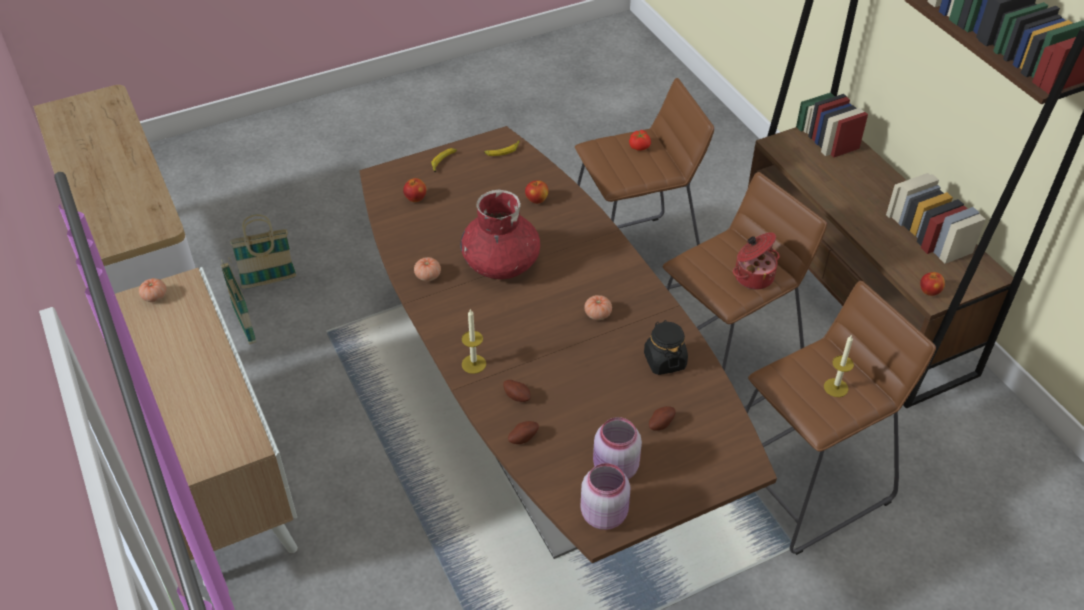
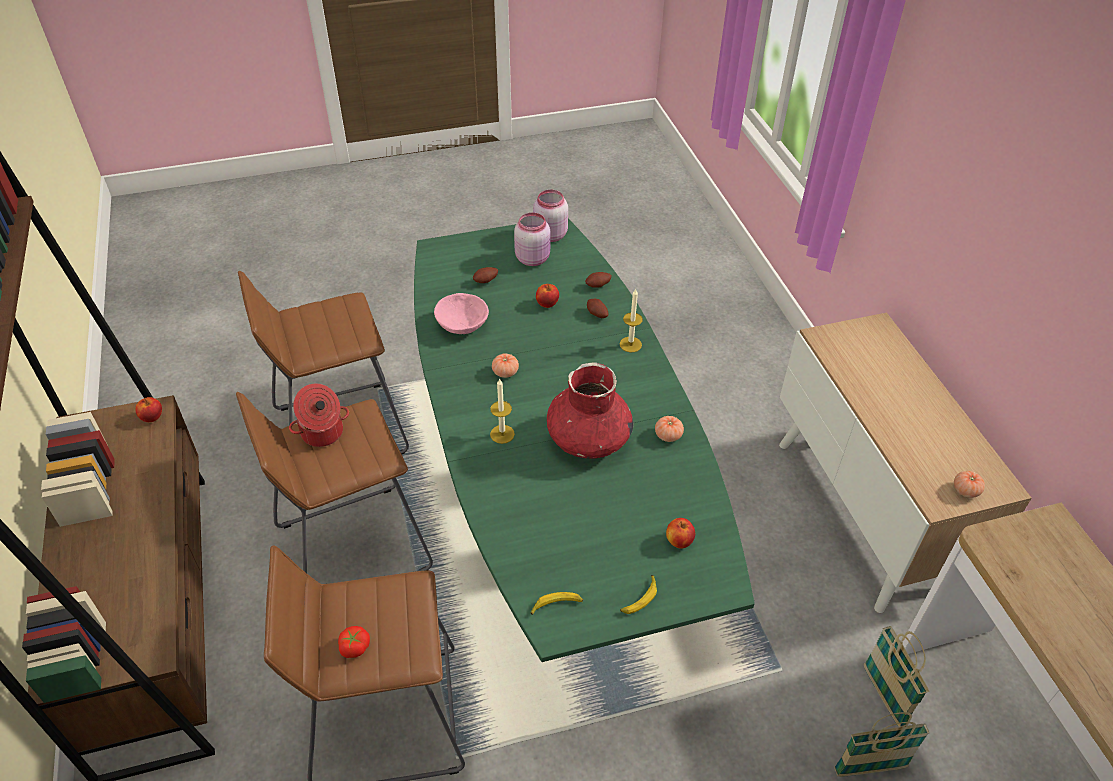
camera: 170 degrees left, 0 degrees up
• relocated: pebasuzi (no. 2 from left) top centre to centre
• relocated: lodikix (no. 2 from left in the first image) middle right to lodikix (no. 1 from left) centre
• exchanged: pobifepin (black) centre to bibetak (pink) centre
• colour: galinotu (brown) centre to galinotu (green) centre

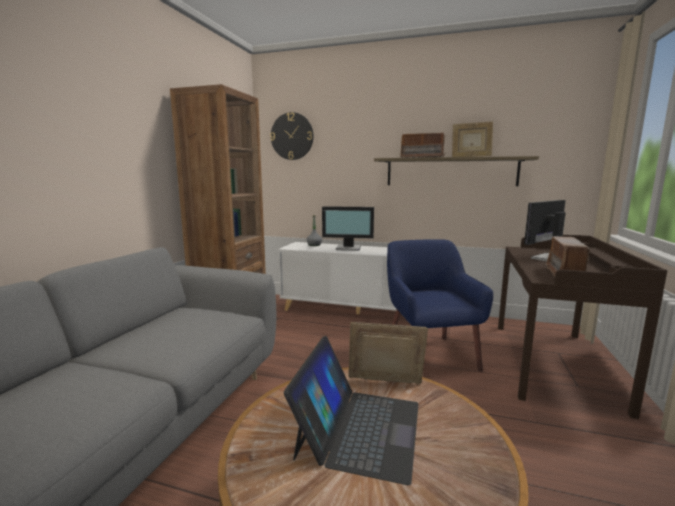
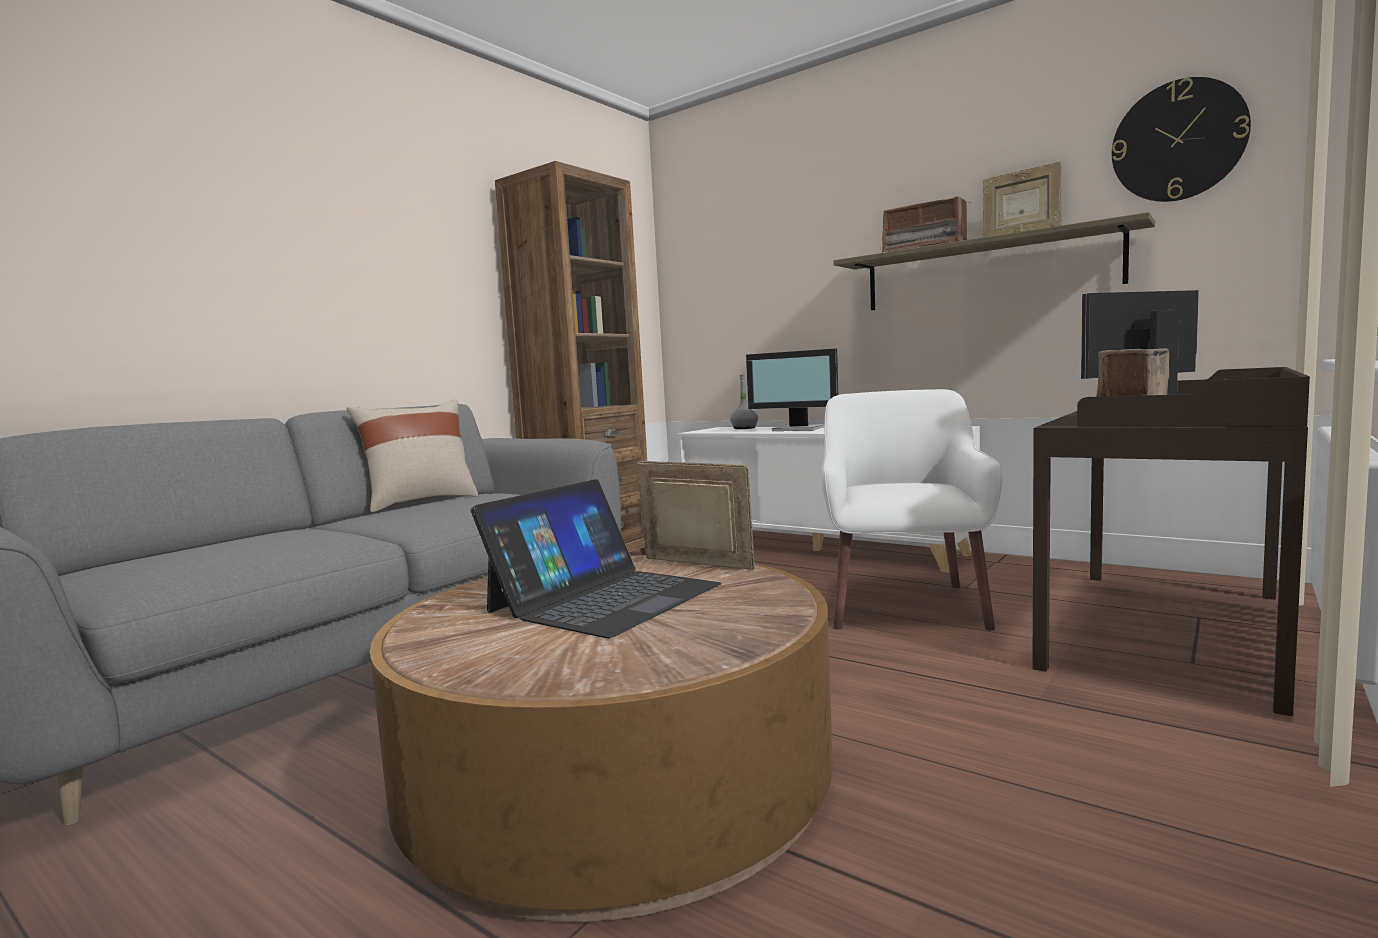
camera: 20 degrees right, 5 degrees down
• appeared: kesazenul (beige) middle left
• relocated: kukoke top centre to top right
• colour: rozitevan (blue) centre to rozitevan (white) centre

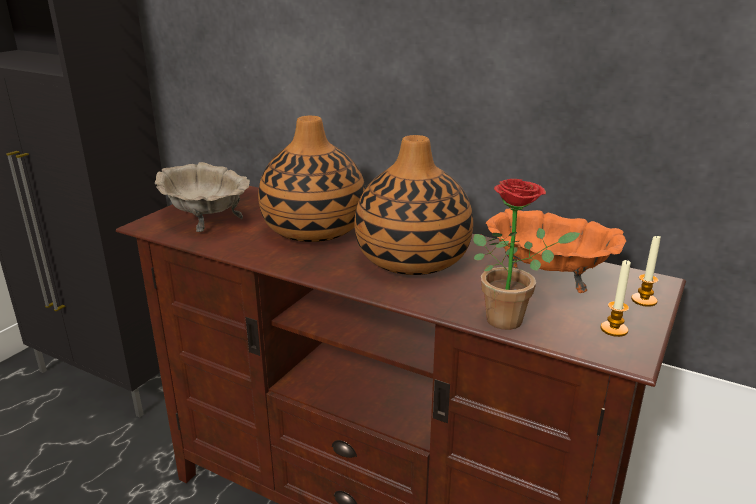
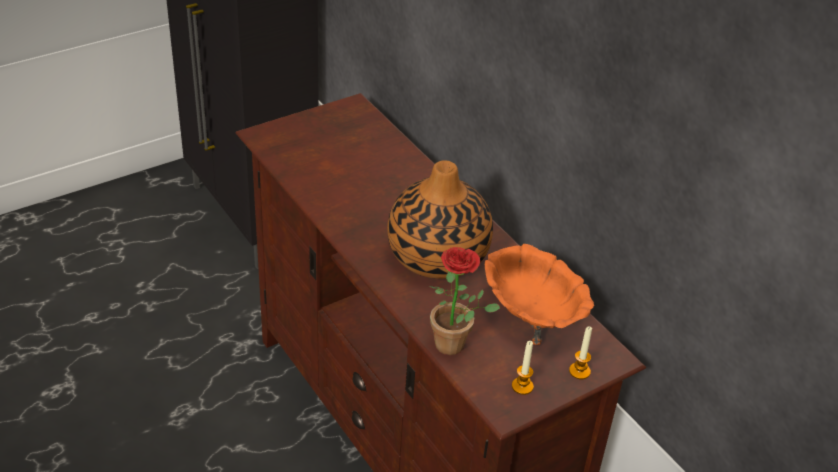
camera: 25 degrees right, 15 degrees up
• missing: bibetak (beige) middle left
• missing: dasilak (no. 1 from left) centre

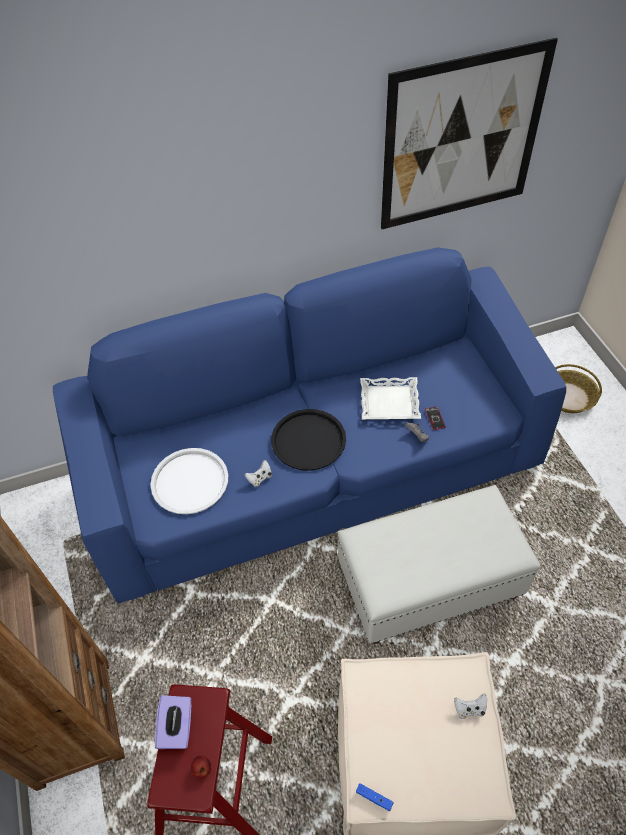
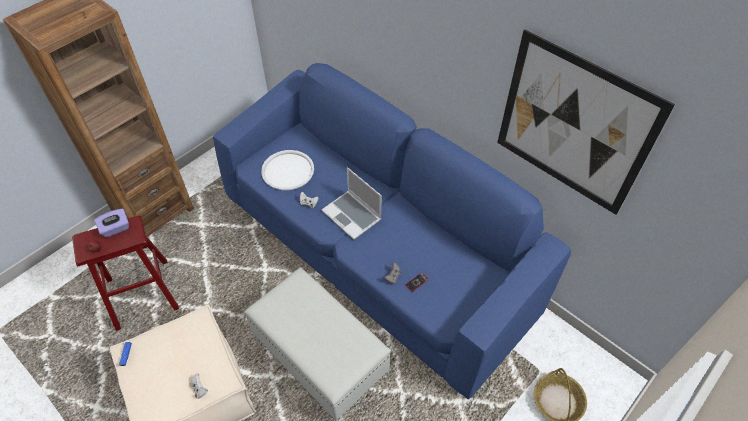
camera: 60 degrees right, 0 degrees up
• missing: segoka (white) (no. 2 from left) centre
• exchanged: segoka (black) centre to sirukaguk centre

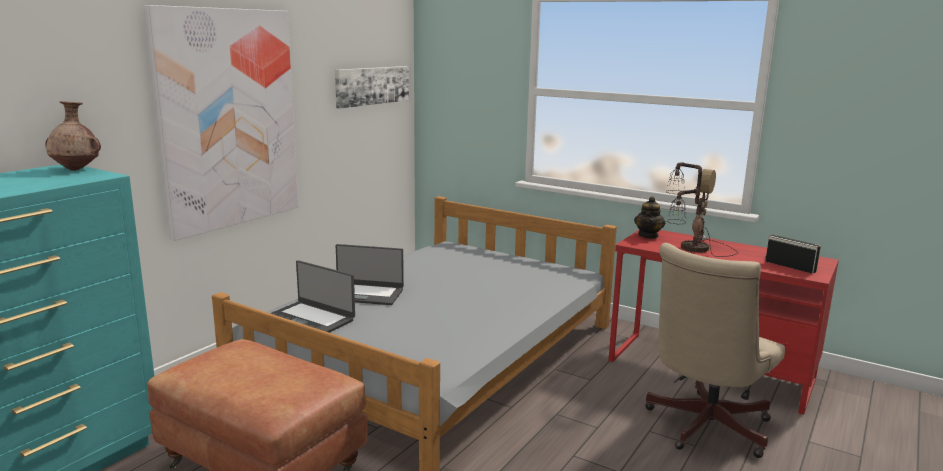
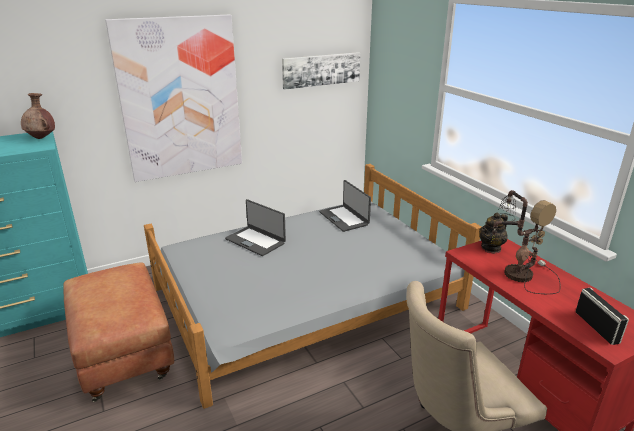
camera: 30 degrees right, 10 degrees up
• relocated: sirukaguk (no. 1 from left in the first image) middle left to sirukaguk (no. 2 from left) centre

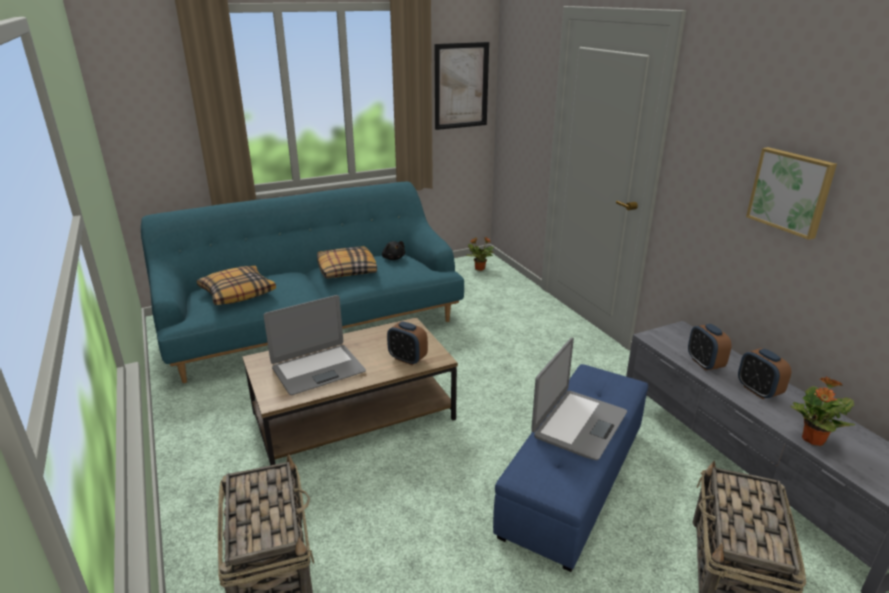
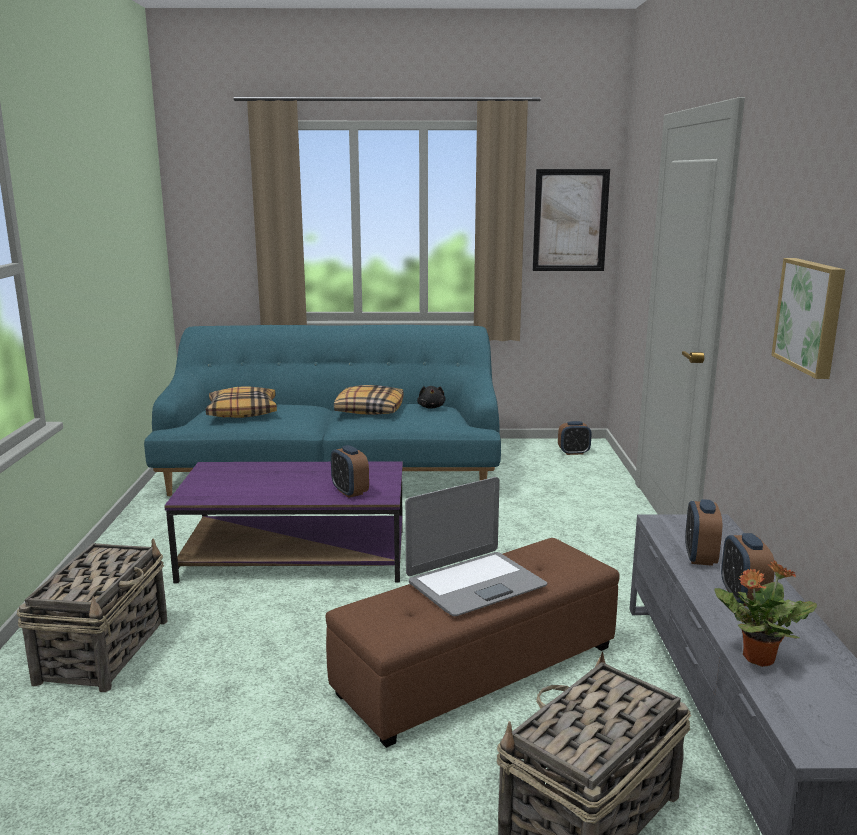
camera: 25 degrees right, 10 degrees down
• missing: sirukaguk (no. 1 from left) centre
• exchanged: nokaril (no. 1 from left) centre to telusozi (no. 2 from left) middle right
• colour: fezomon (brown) centre to fezomon (purple) middle left
• colour: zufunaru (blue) bottom centre to zufunaru (brown) bottom centre

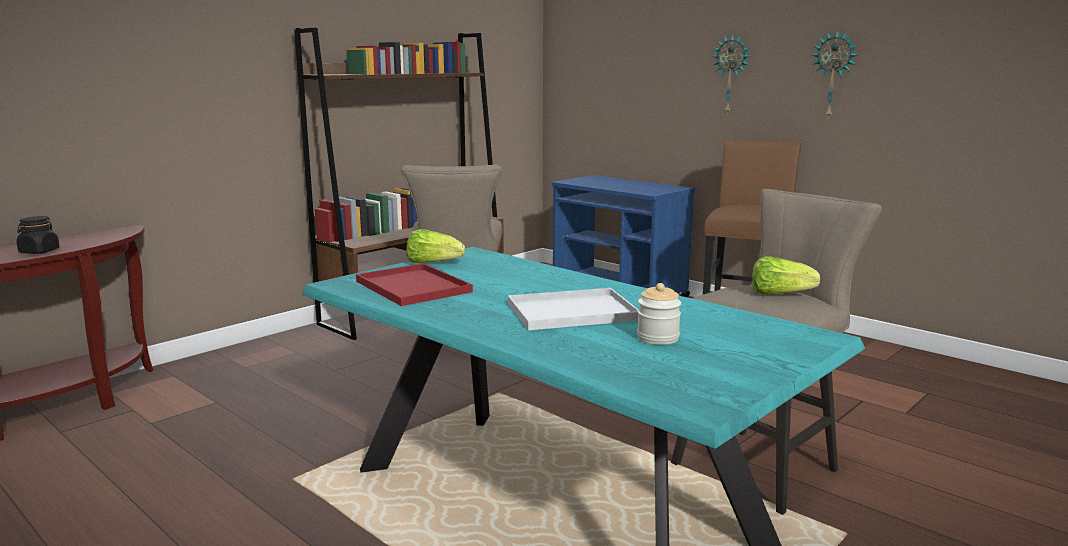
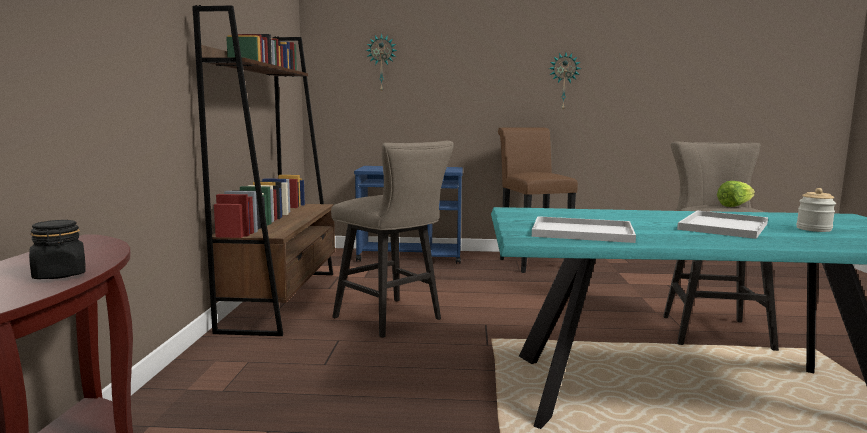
camera: 40 degrees left, 5 degrees down
• missing: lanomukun (no. 1 from left) centre
• relocated: kukoke (no. 1 from left) top right to top centre
• colour: segoka (red) centre to segoka (white) (no. 1 from left) middle right

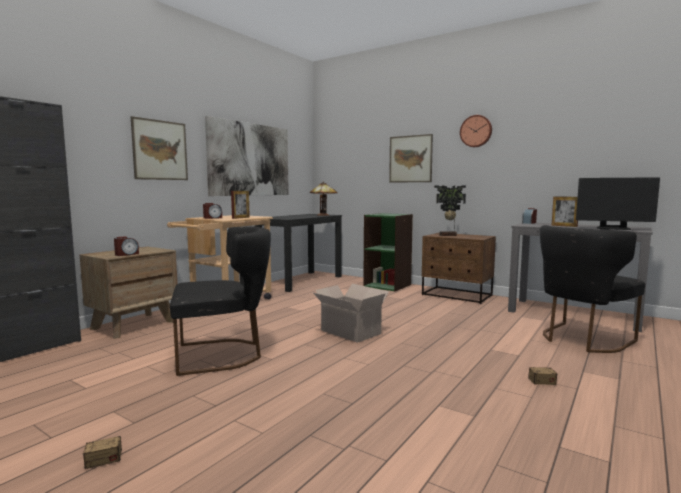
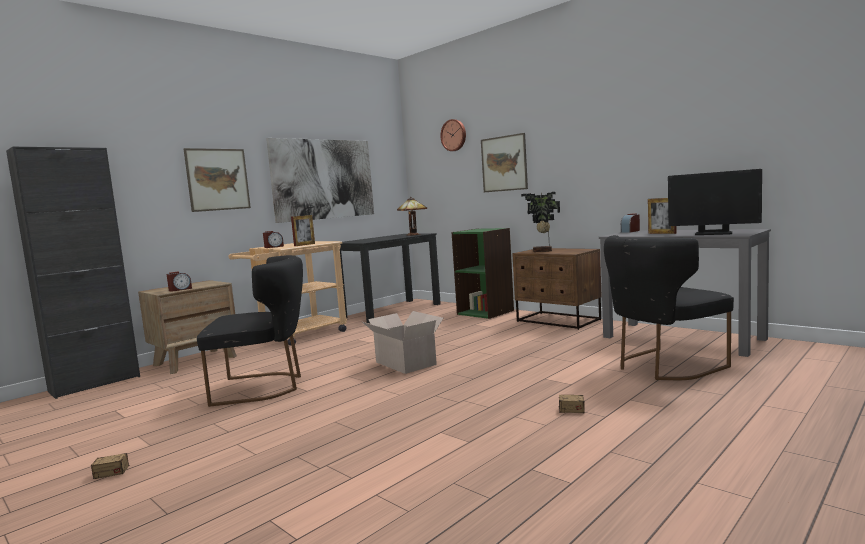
camera: 10 degrees right, 0 degrees up
• relocated: kukoke top right to top centre

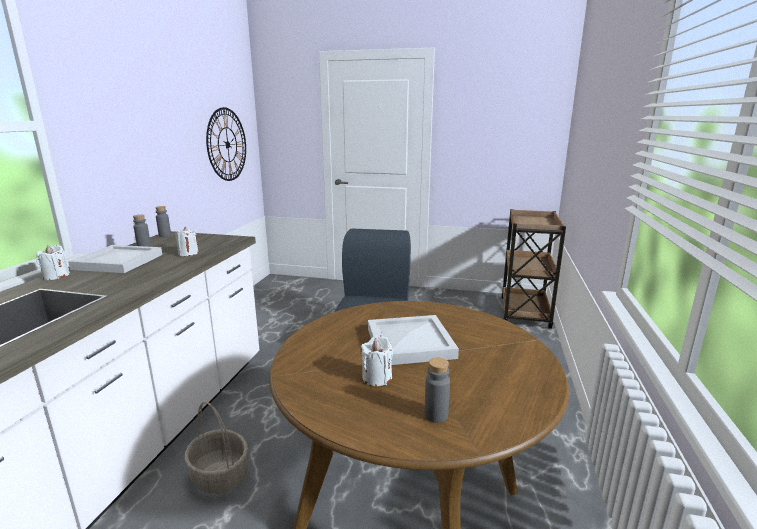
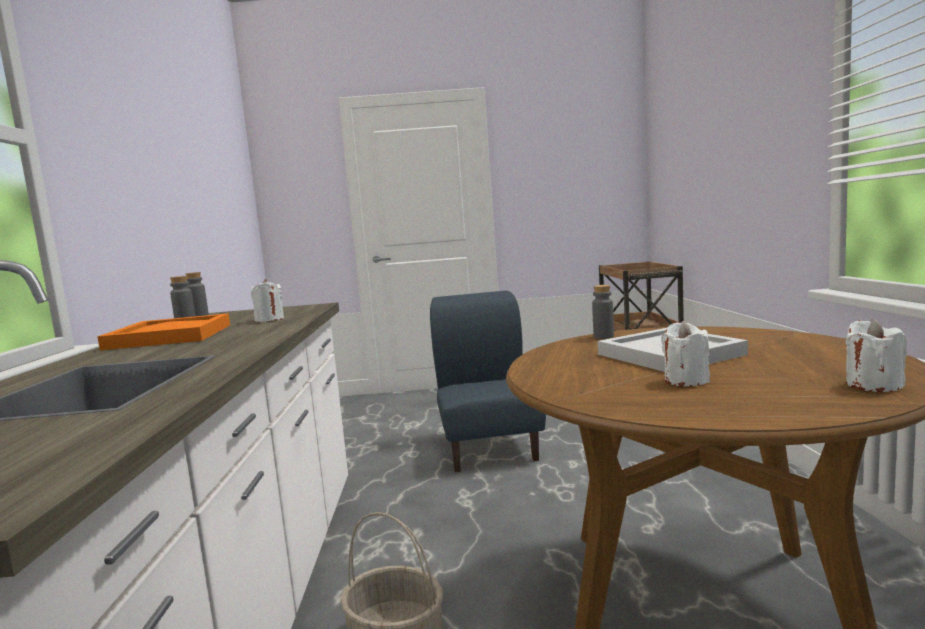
camera: 15 degrees left, 10 degrees down
• missing: kukoke top left
• relocated: lodikix (white) (no. 1 from left in the first image) middle left to lodikix (white) (no. 3 from left) middle right
• relocated: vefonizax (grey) (no. 3 from left) bottom centre to centre
• colour: segoka (white) (no. 1 from left) middle left to segoka (orange) middle left

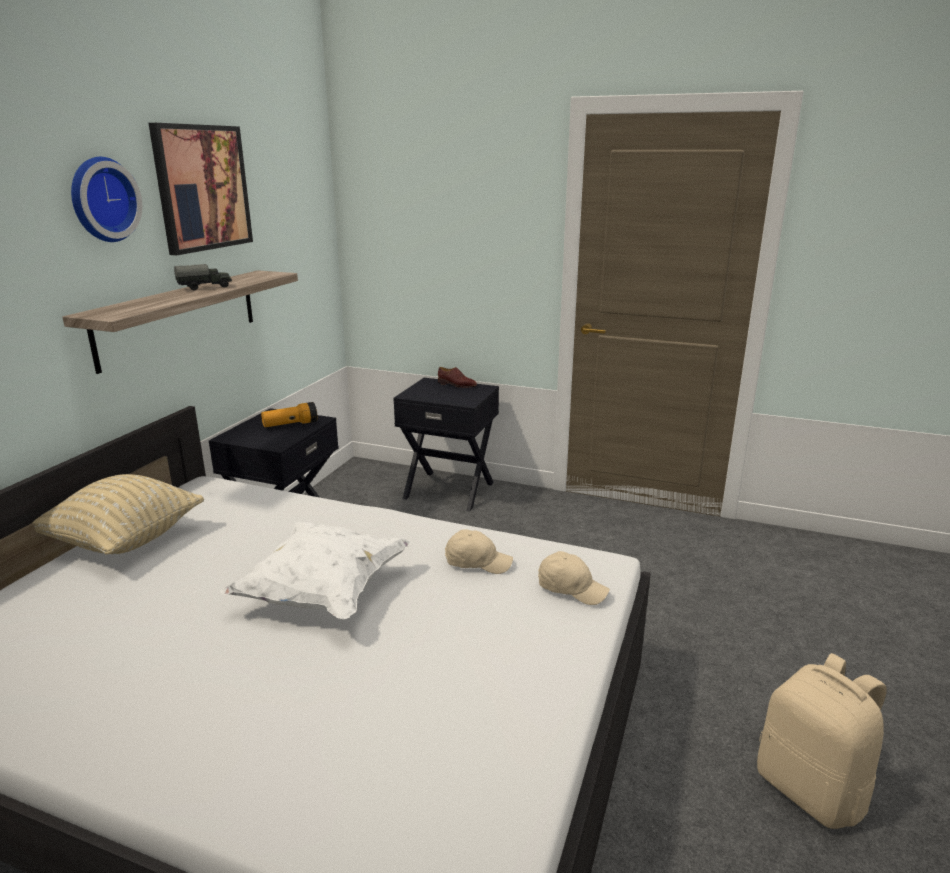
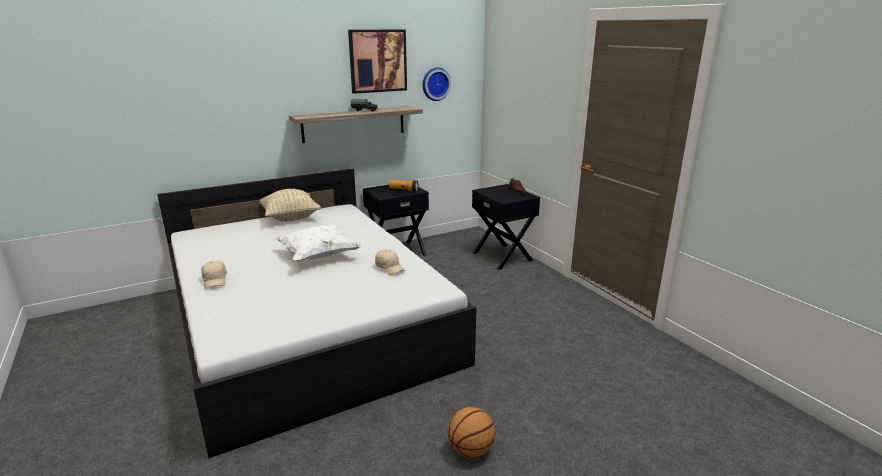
camera: 40 degrees right, 0 degrees up
• relocated: kukoke top left to top centre
• relocated: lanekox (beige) (no. 2 from left in the first image) centre to lanekox (beige) (no. 1 from left) middle left
• exchanged: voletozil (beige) bottom right to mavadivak bottom centre

